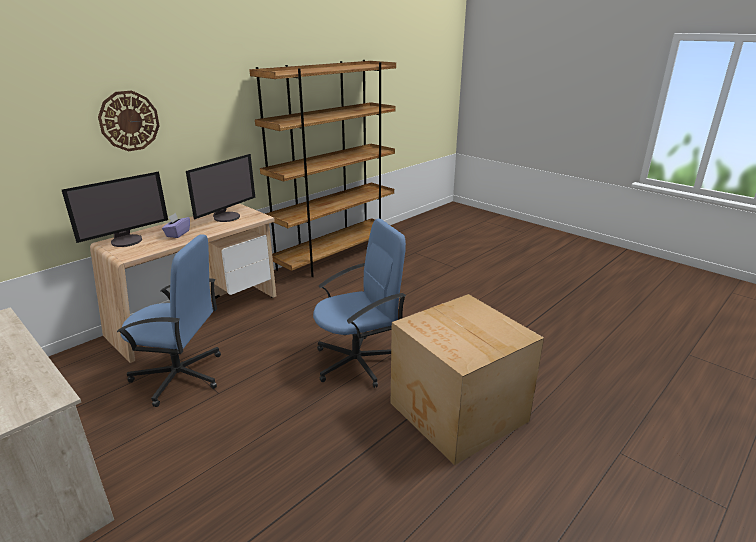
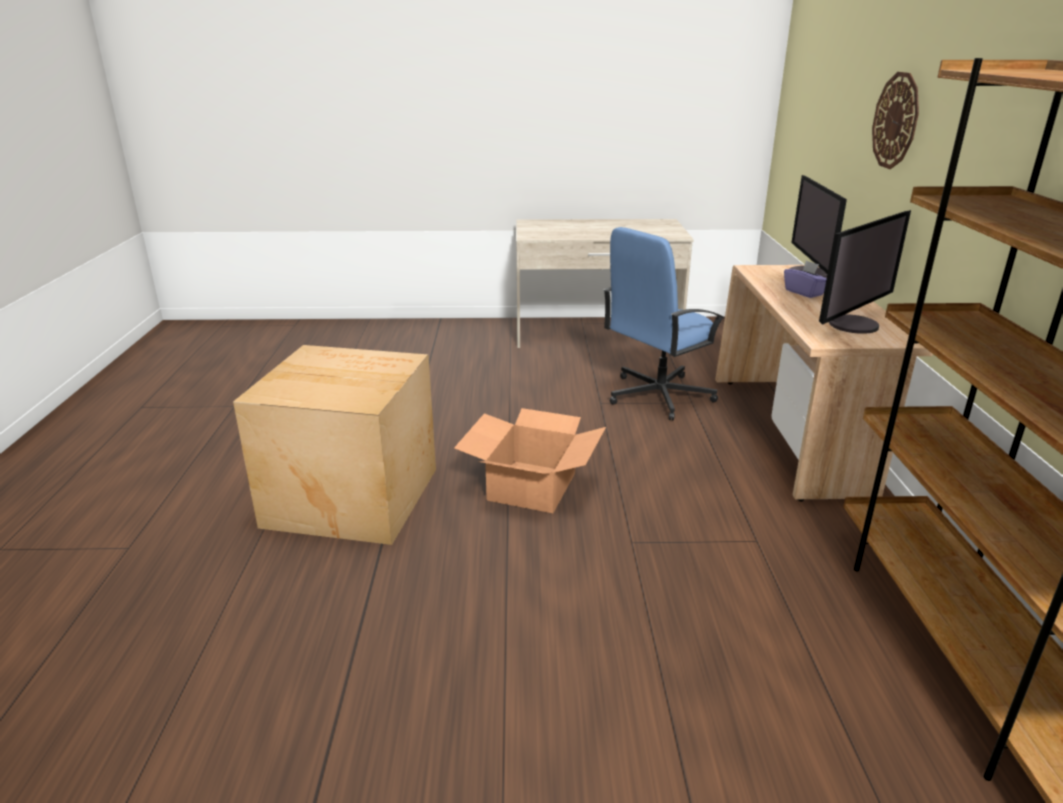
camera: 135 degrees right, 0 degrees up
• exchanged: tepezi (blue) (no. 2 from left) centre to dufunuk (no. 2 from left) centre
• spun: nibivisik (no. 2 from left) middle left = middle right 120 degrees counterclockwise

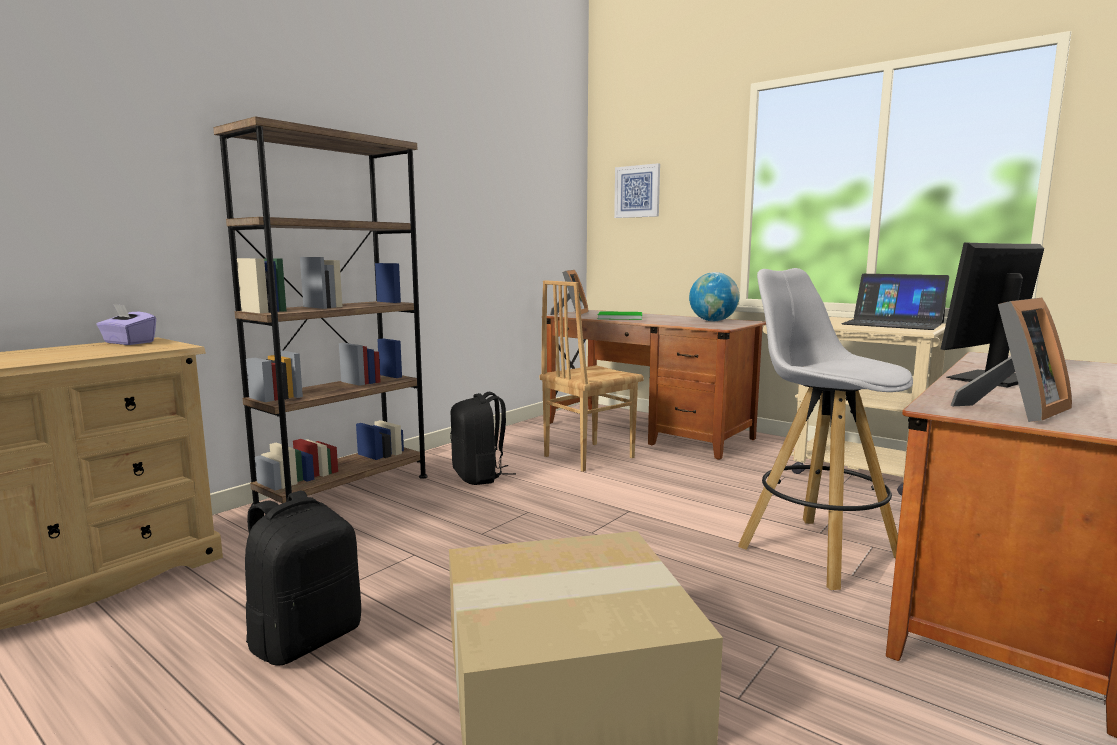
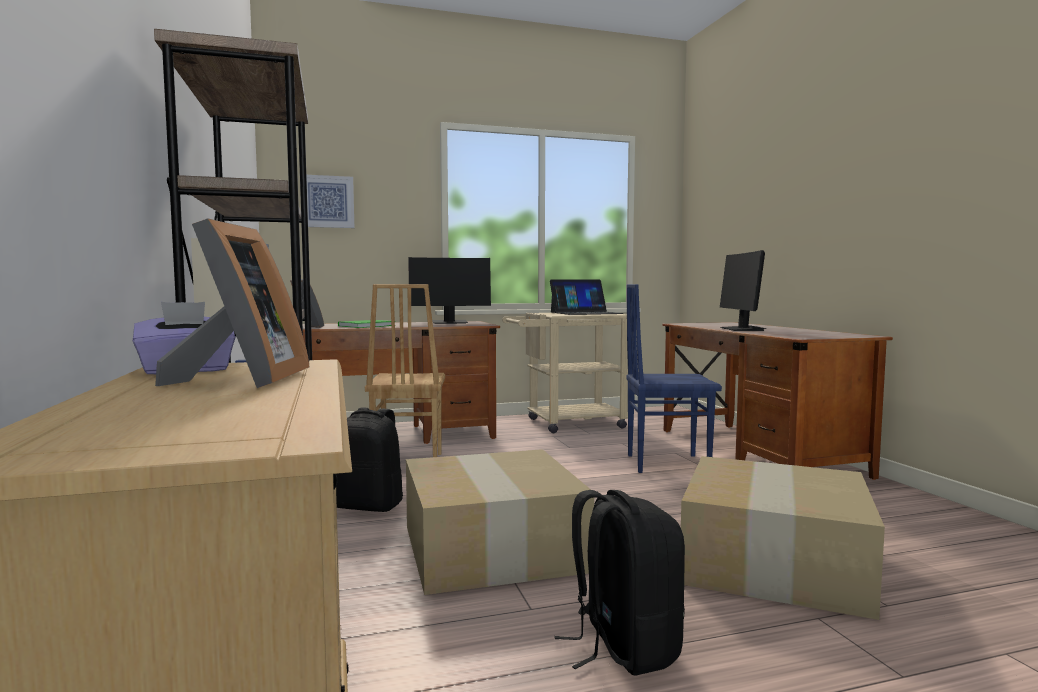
camera: 55 degrees left, 5 degrees down
• appeared: dufunuk (no. 1 from left) bottom centre
• relocated: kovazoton (no. 2 from left in the first image) middle right to kovazoton (no. 1 from left) middle left
• exchanged: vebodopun centre to nibivisik (no. 1 from left) centre
• exchanged: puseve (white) middle right to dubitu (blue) centre

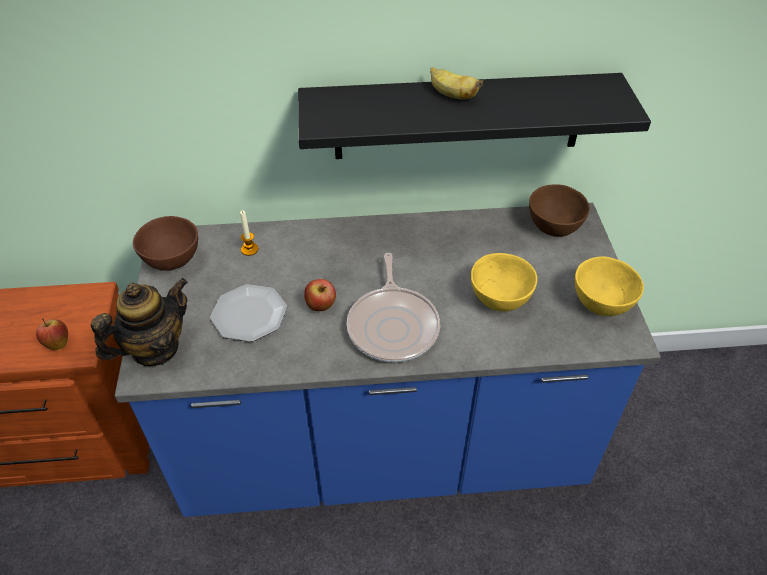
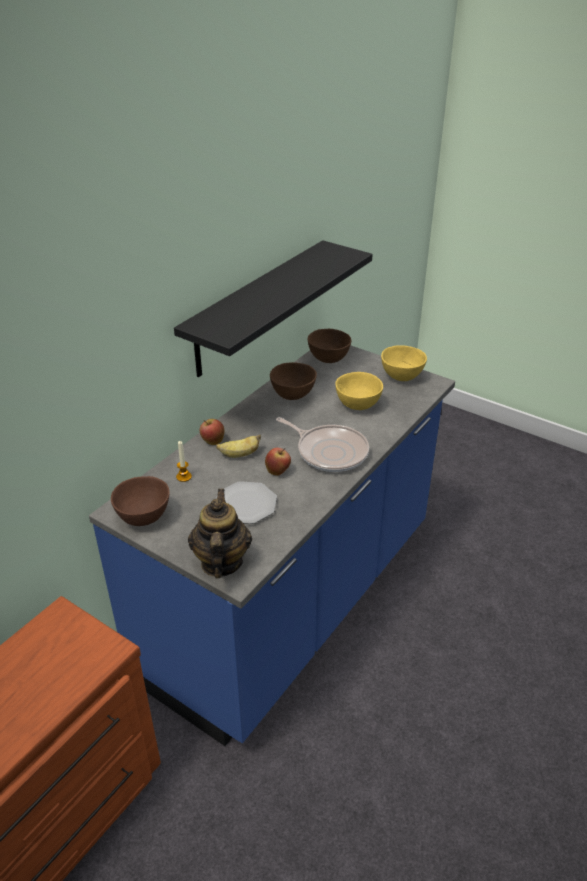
camera: 50 degrees left, 10 degrees down
• appeared: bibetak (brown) (no. 2 from left) centre
• relocated: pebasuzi (no. 1 from left) middle left to centre
• relocated: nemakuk top centre to centre

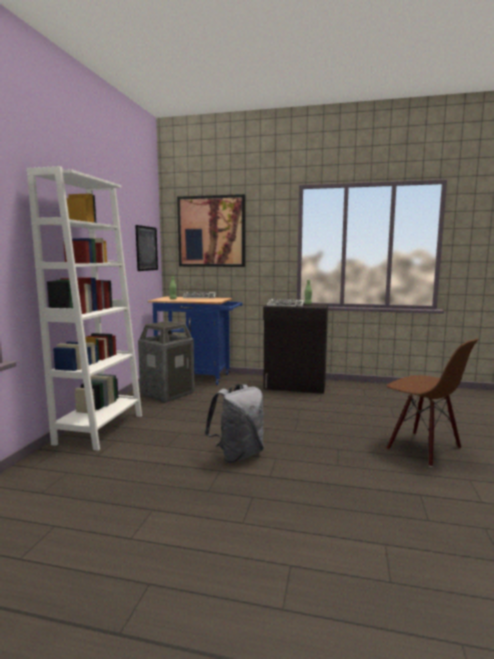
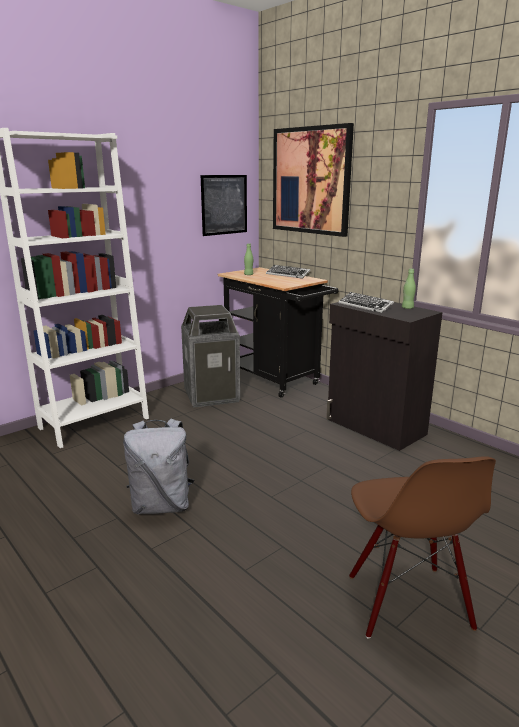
camera: 35 degrees right, 10 degrees up
• colour: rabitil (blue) centre to rabitil (black) centre

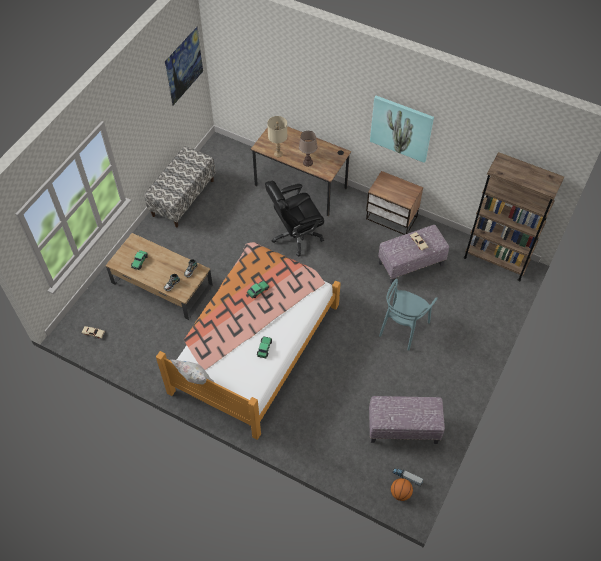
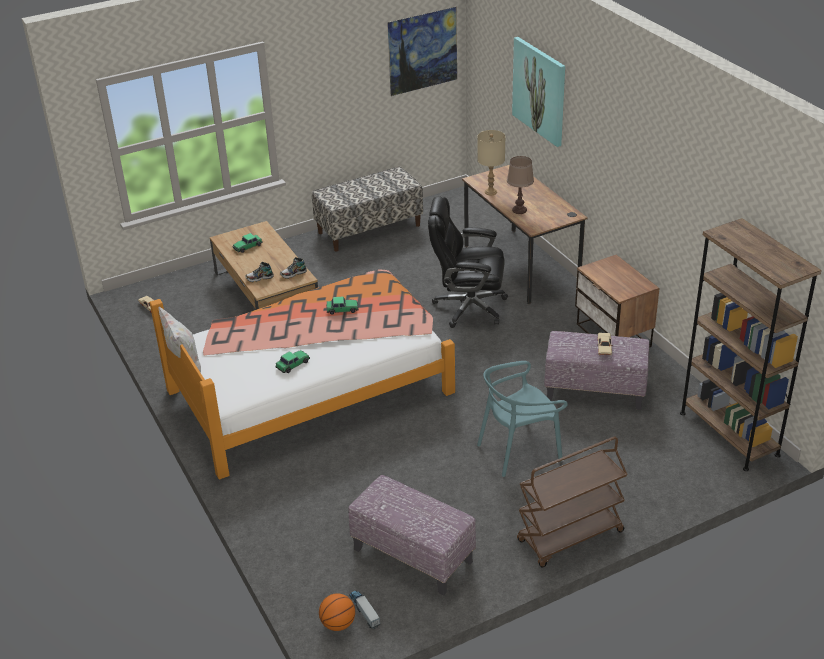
camera: 35 degrees right, 20 degrees down
• appeared: rabitil (brown) bottom right
• relocated: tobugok (no. 2 from left) top right to top centre

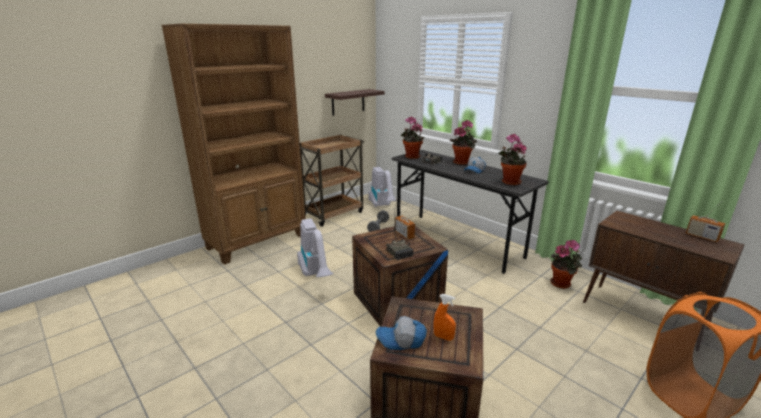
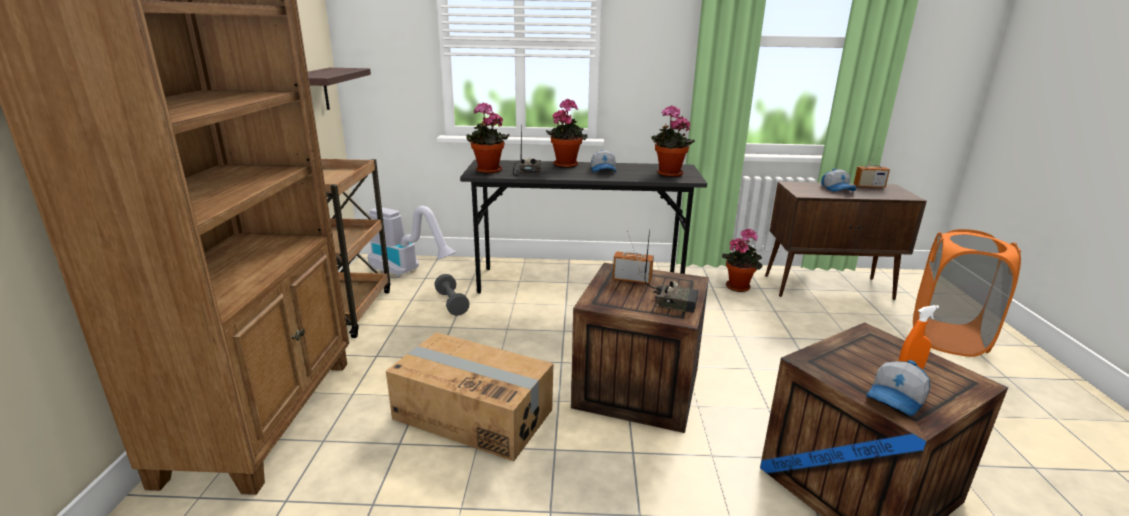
camera: 45 degrees left, 0 degrees up
• appeared: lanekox (no. 2 from left) middle right
• exchanged: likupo (no. 1 from left) centre to dufunuk bottom centre

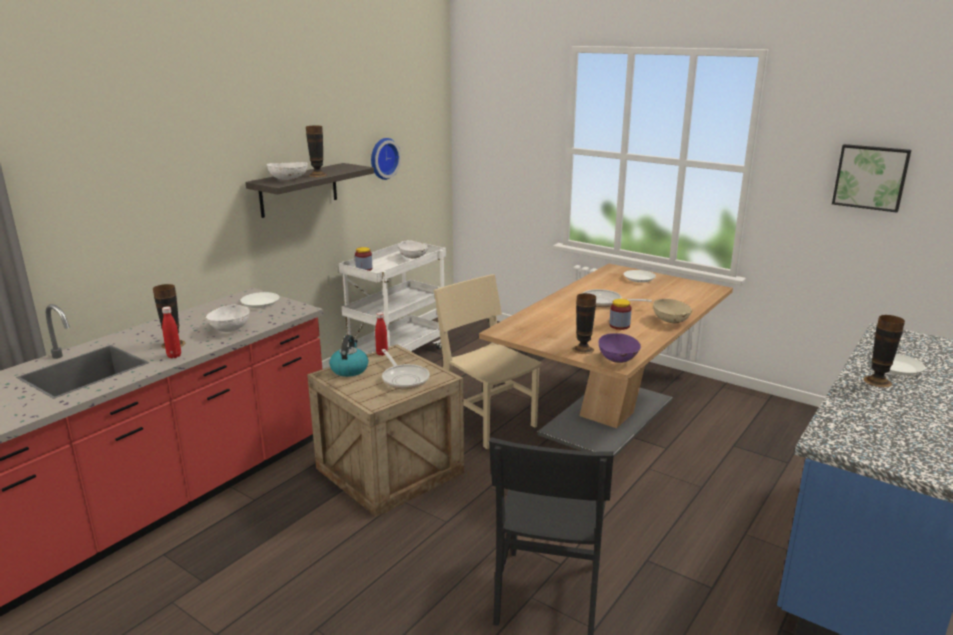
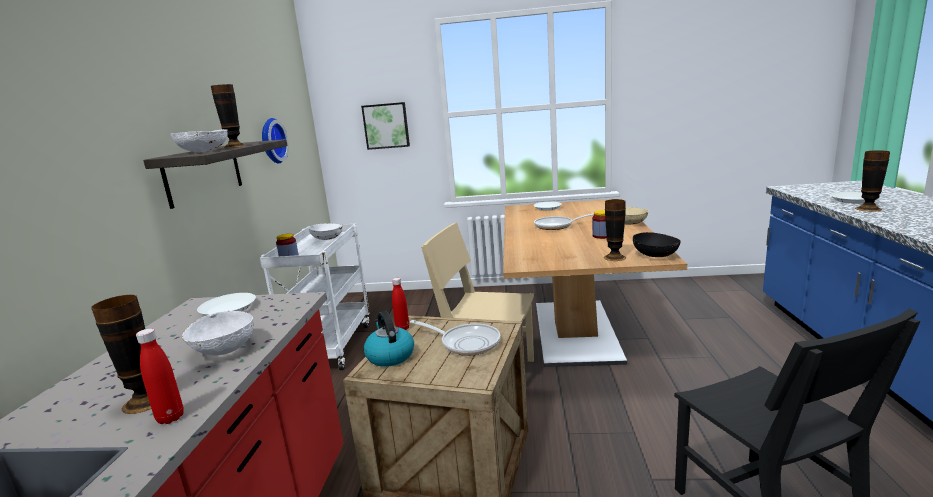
camera: 30 degrees left, 5 degrees down
• relocated: tobugok top right to top centre
• colour: bibetak (purple) centre to bibetak (black) middle right

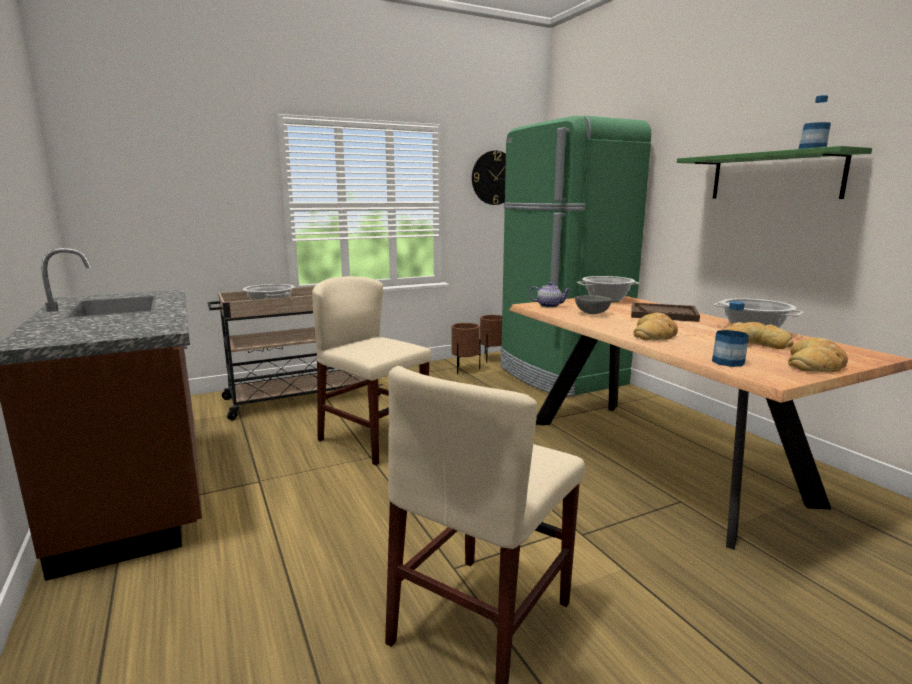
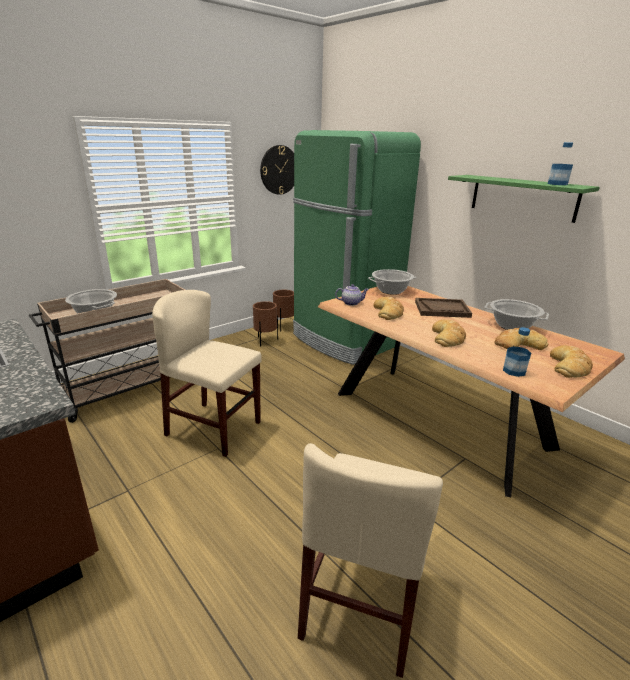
camera: 15 degrees left, 10 degrees up
• exchanged: bibetak (grey) centre to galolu (no. 1 from left) centre

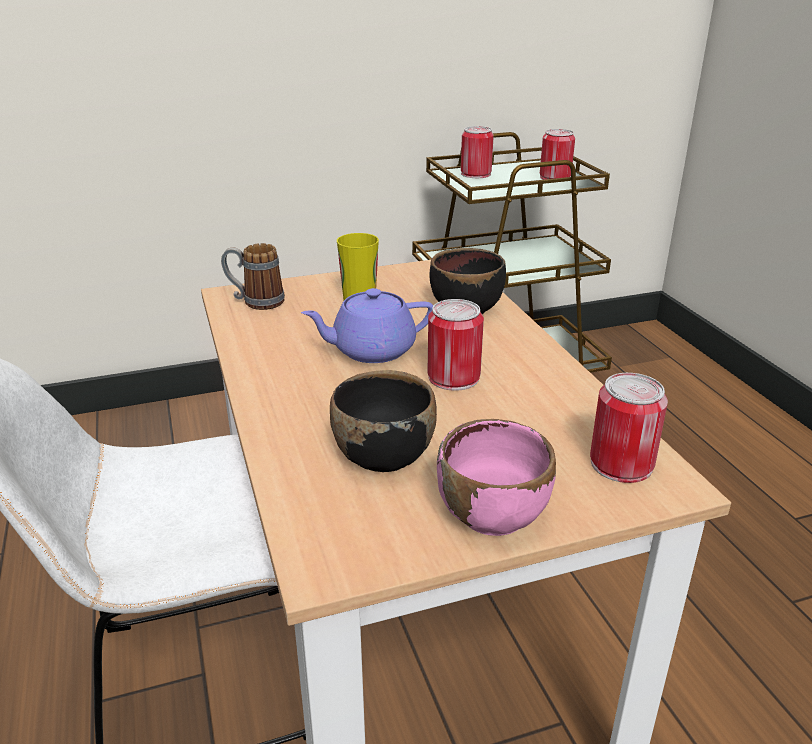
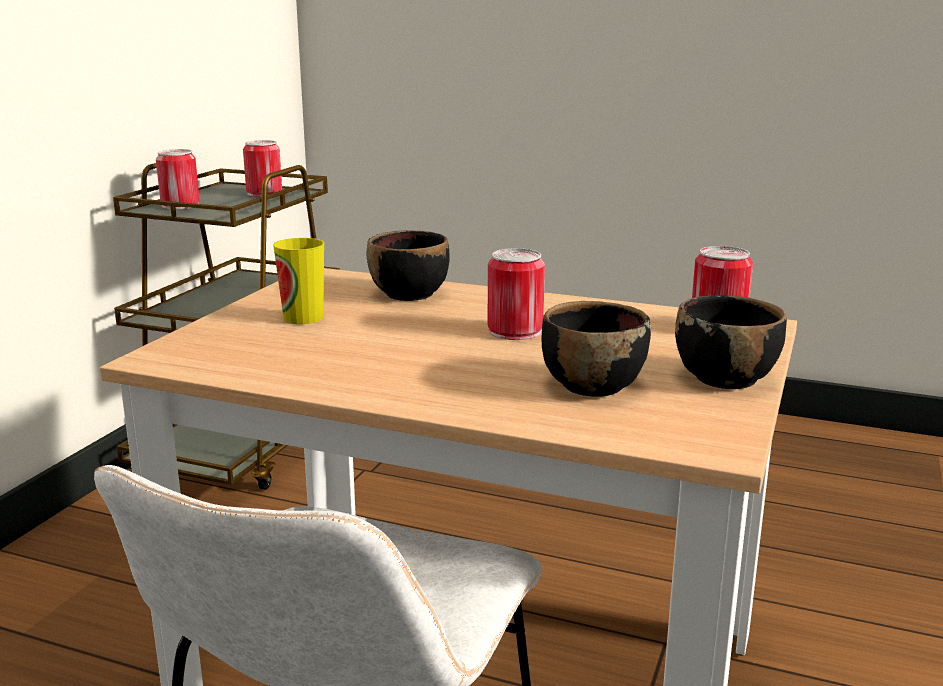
camera: 50 degrees left, 10 degrees down
• missing: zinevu middle left
• missing: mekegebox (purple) centre
• colour: bibetak (pink) centre to bibetak (black) (no. 3 from left) middle right

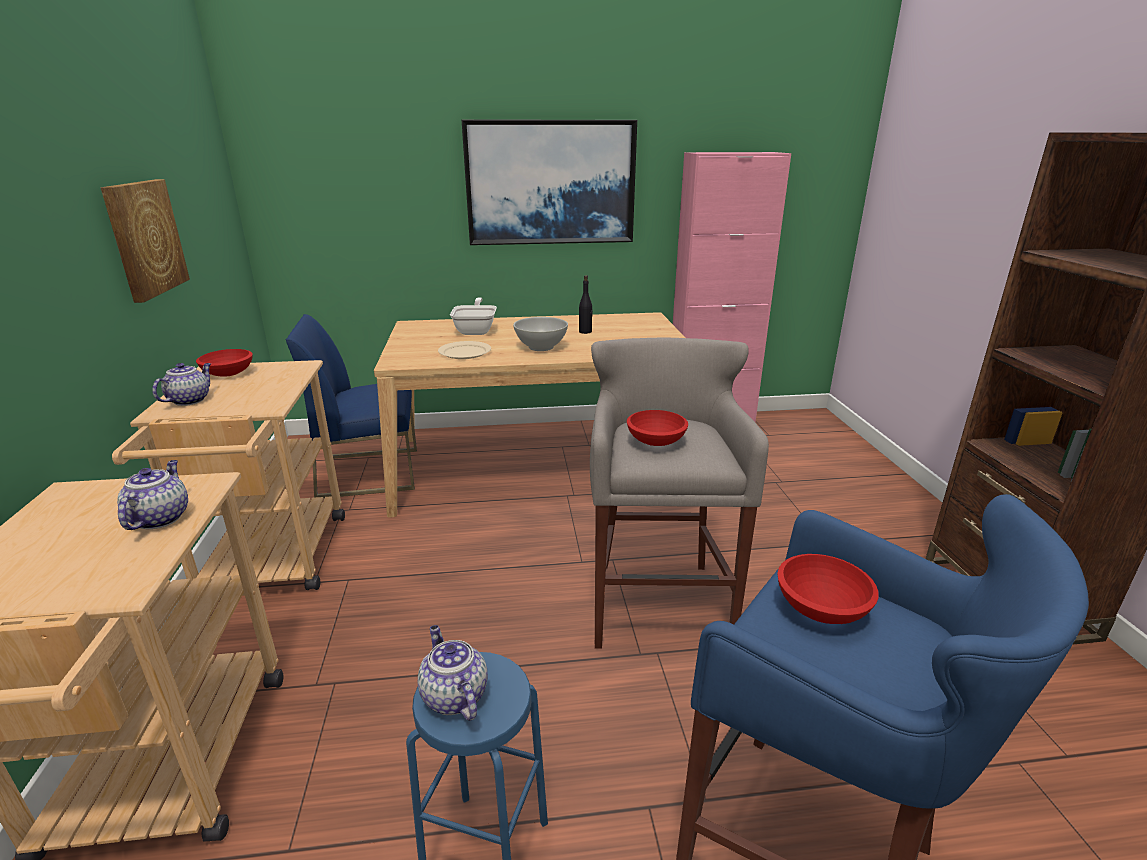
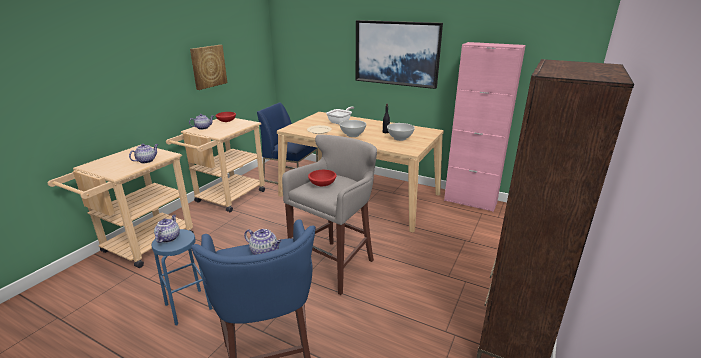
camera: 35 degrees right, 0 degrees up
• appeared: bibetak (white) (no. 2 from left) centre
• exchanged: bibetak (red) (no. 3 from left) bottom right to mekegebox (no. 4 from left) bottom centre

